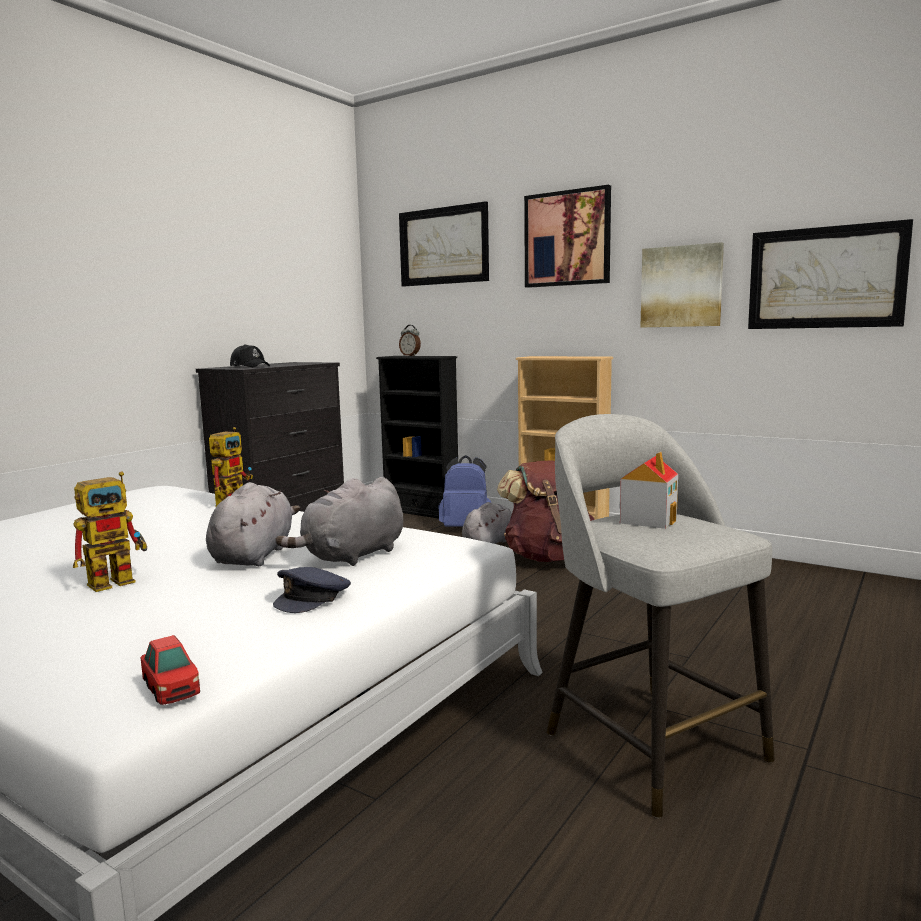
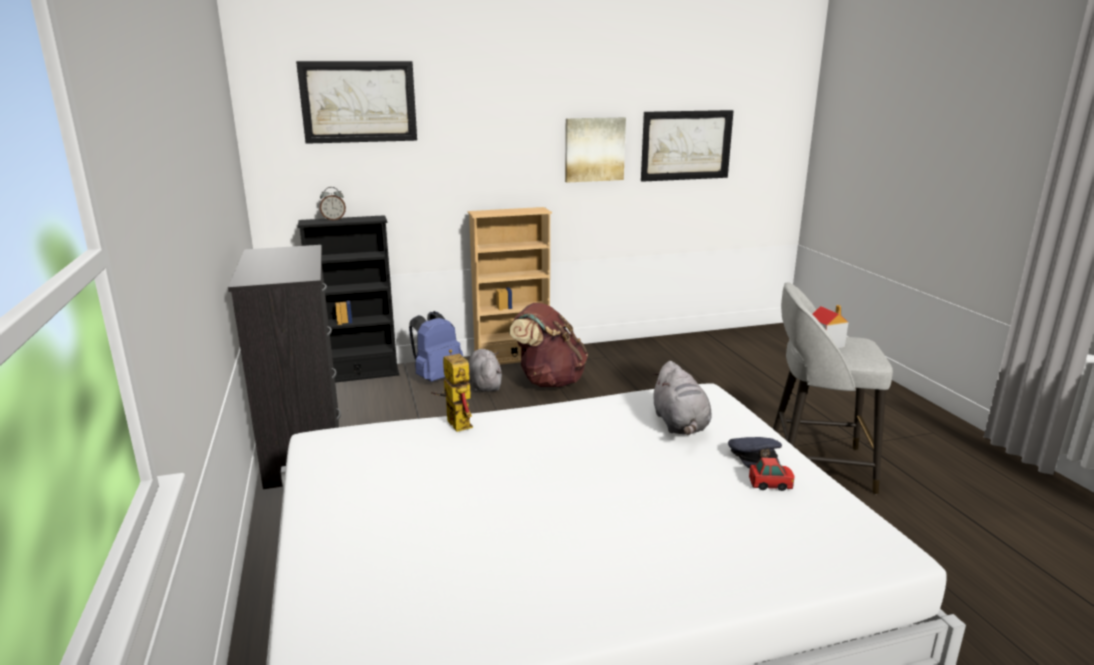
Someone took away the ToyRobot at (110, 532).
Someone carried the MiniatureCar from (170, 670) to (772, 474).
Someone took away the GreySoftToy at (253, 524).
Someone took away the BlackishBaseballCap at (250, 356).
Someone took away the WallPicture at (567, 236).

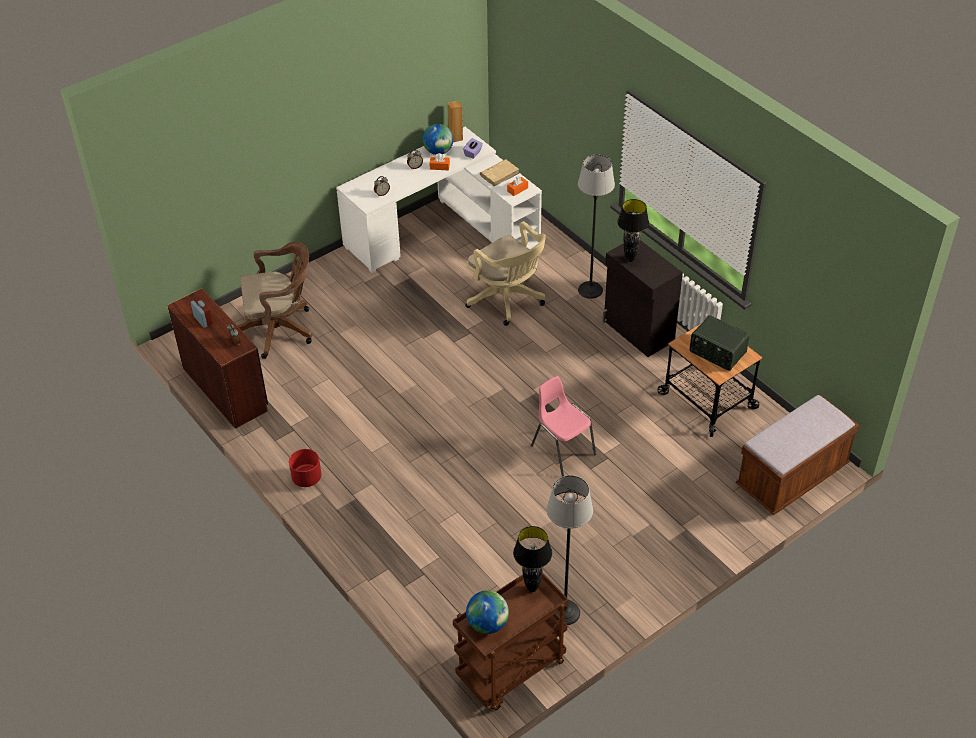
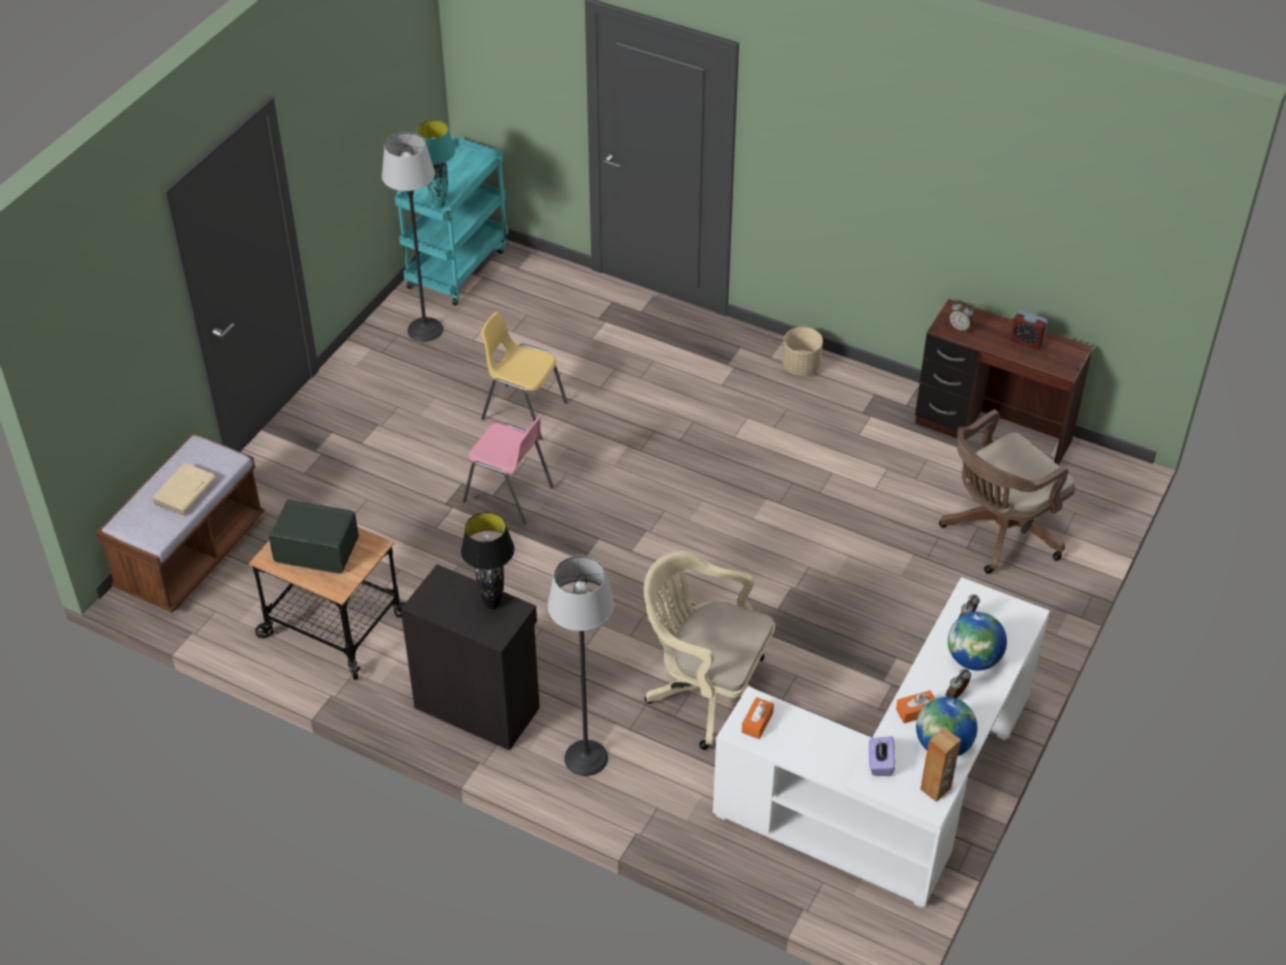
Someone repainted the RedColouredFlowerPot at (305, 468), which became the BeigeFlowerPot at (802, 351).
Someone repainted the BrownishTrolley at (511, 641), which became the TurquoiseColouredTrolley at (451, 221).
Someone carried the WorldGlobe from (487, 612) to (977, 641).
Someone carried the BeigeVolume from (499, 172) to (184, 489).
Someone repainted the BlackishTableLamp at (532, 559), which became the TurquoiseColouredTableLamp at (436, 164).
Someone put down the YellowColouredUprightChair at (524, 376).

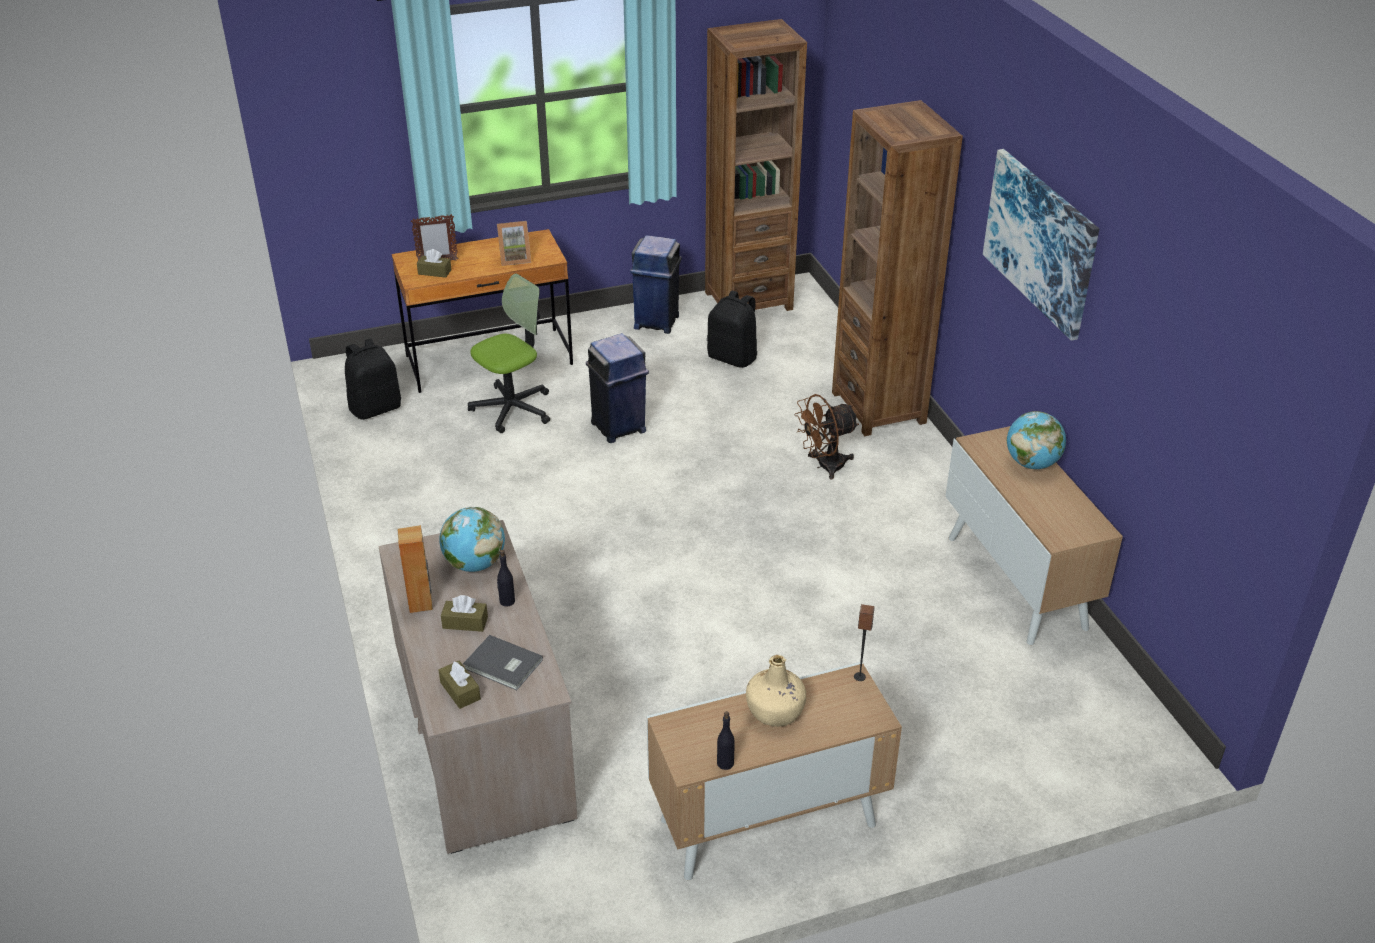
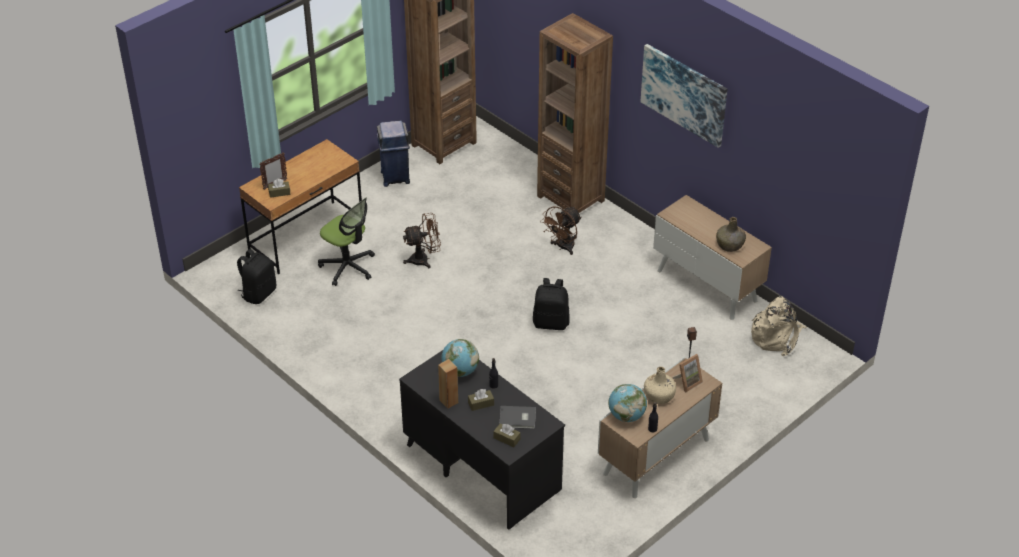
Someone repainted the BeigeDesk at (478, 687), which became the BlackishDesk at (482, 439).
Someone rotated the DeskChair at (509, 353) by 105 degrees clockwise.
Someone carried the PictureFrame from (514, 243) to (688, 373).
Someone swapped the BluishRubbishBin at (617, 388) for the BrownishCoolingFan at (422, 241).
Someone carried the BlackishKnapsack from (732, 329) to (551, 304).
Someone carried the WorldGlobe from (1036, 440) to (627, 403).
Someone put down the GreenBeverageBottle at (731, 234).
Someone put down the BeigeKnapsack at (779, 326).

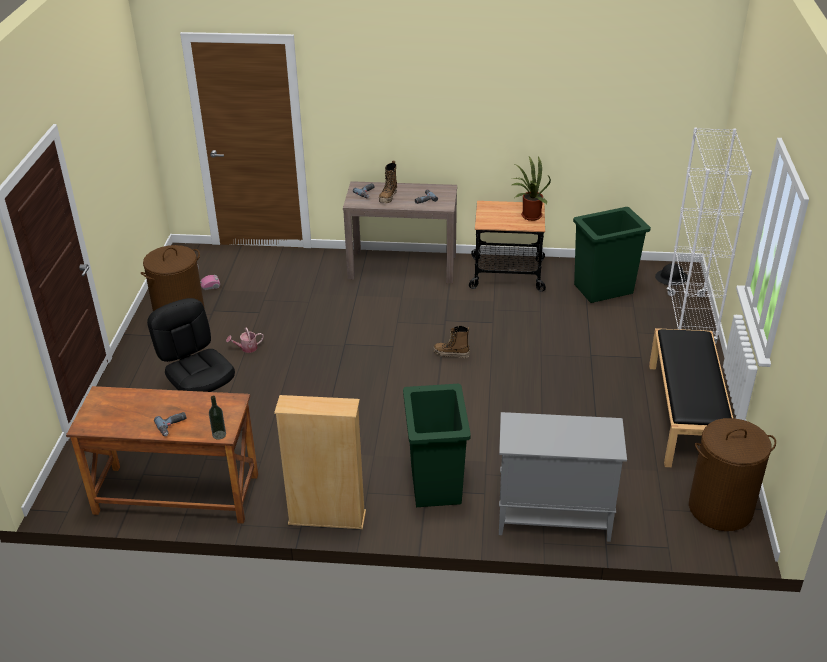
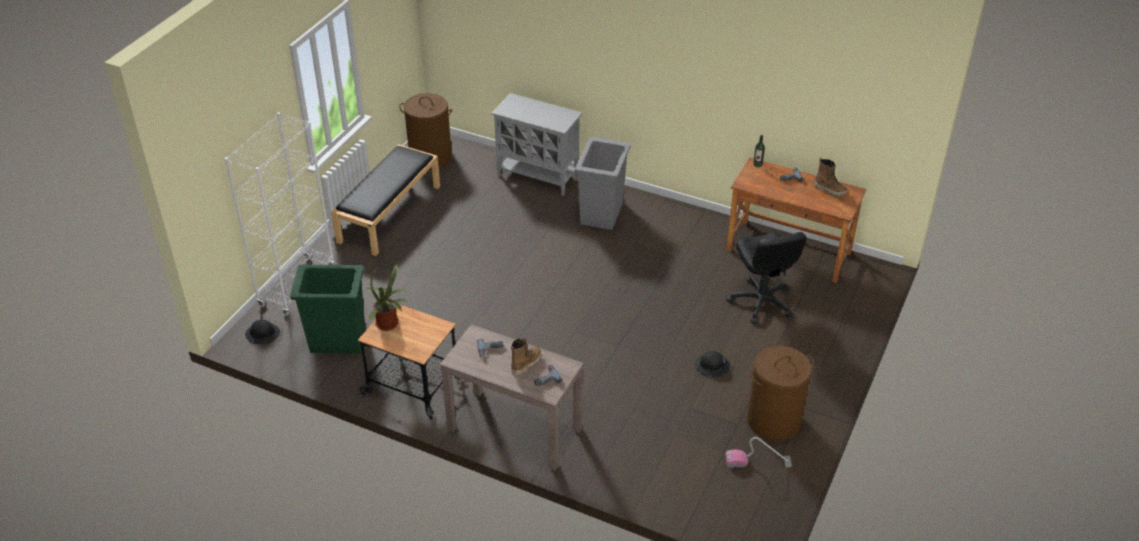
Someone swapped the WateringPot at (245, 340) for the BlackishHardHat at (712, 364).
Someone took away the BeigeBookshelf at (320, 462).
Someone repainted the GreenRubbishBin at (437, 445), which became the GreyRubbishBin at (603, 183).
Someone carried the Boot from (451, 342) to (830, 177).

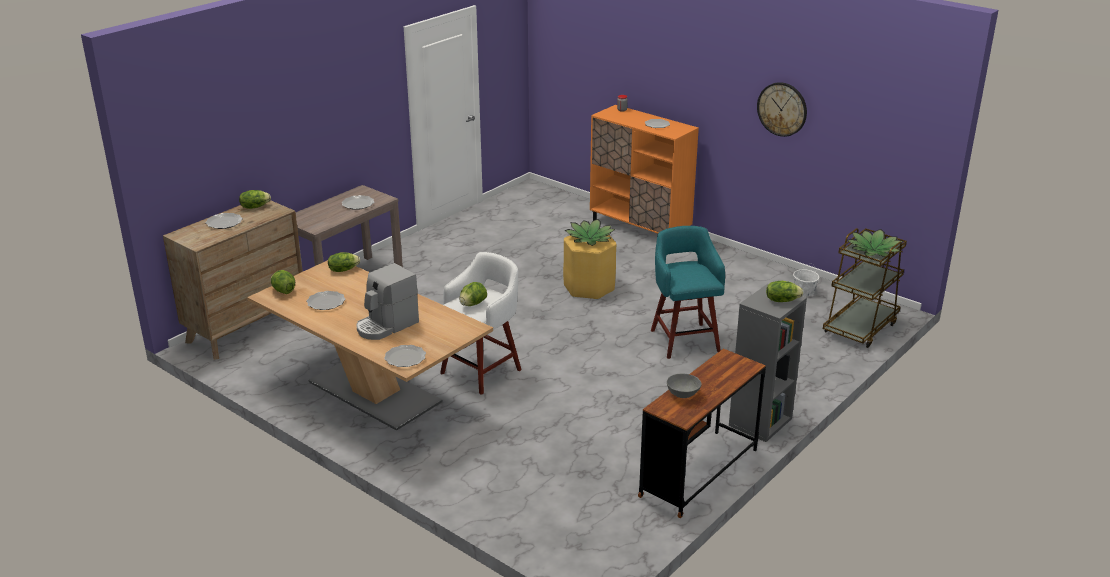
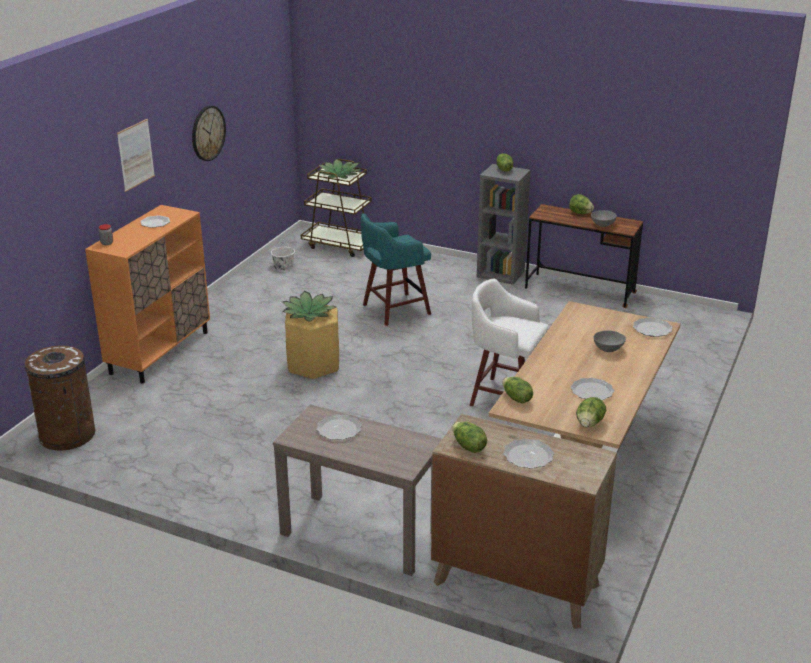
Someone swapped the CoffeeBrewer at (387, 301) for the GreyServingBowl at (609, 341).
Someone carried the HeadOfLettuce from (473, 294) to (581, 204).
Someone put down the BrownishRubbishBin at (60, 398).
Someone put up the WallPicture at (136, 155).

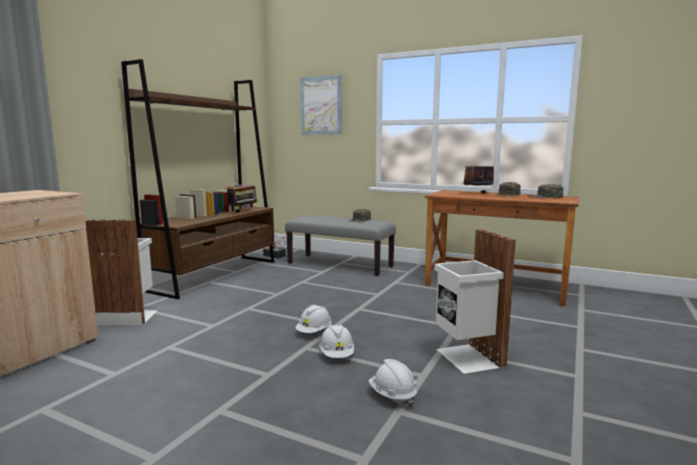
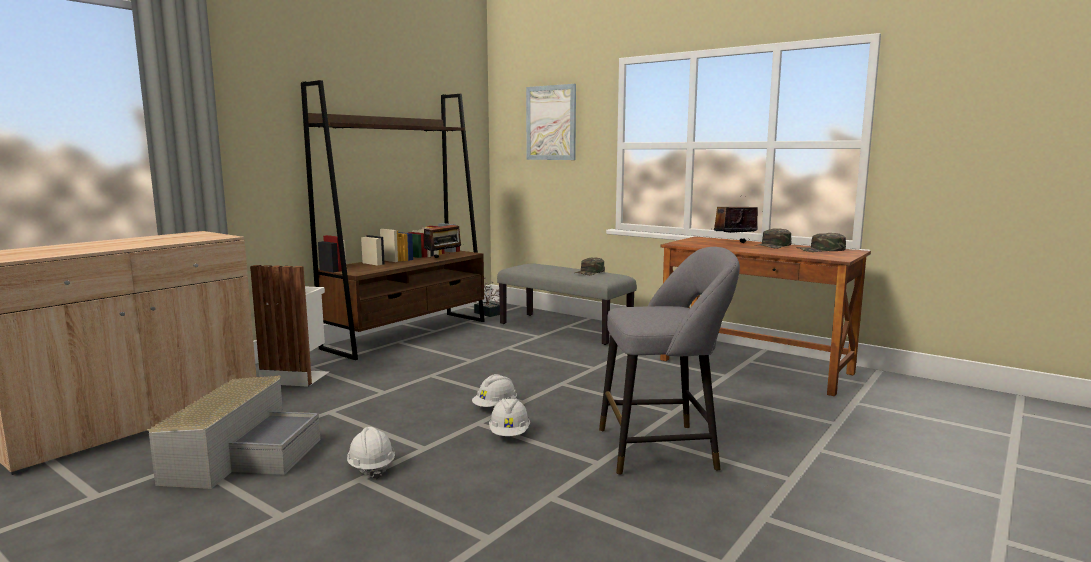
Someone carried the WhitishHardHat from (392, 383) to (371, 453).
Someone swapped the WhitishRubbishBin at (475, 301) for the GreySittingStool at (669, 361).
Someone put down the GreyStorageContainer at (233, 432).

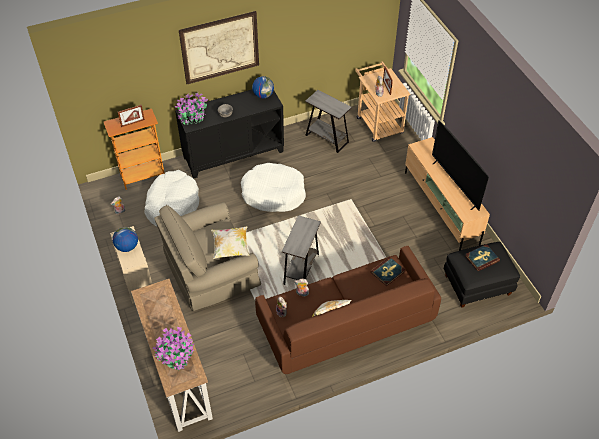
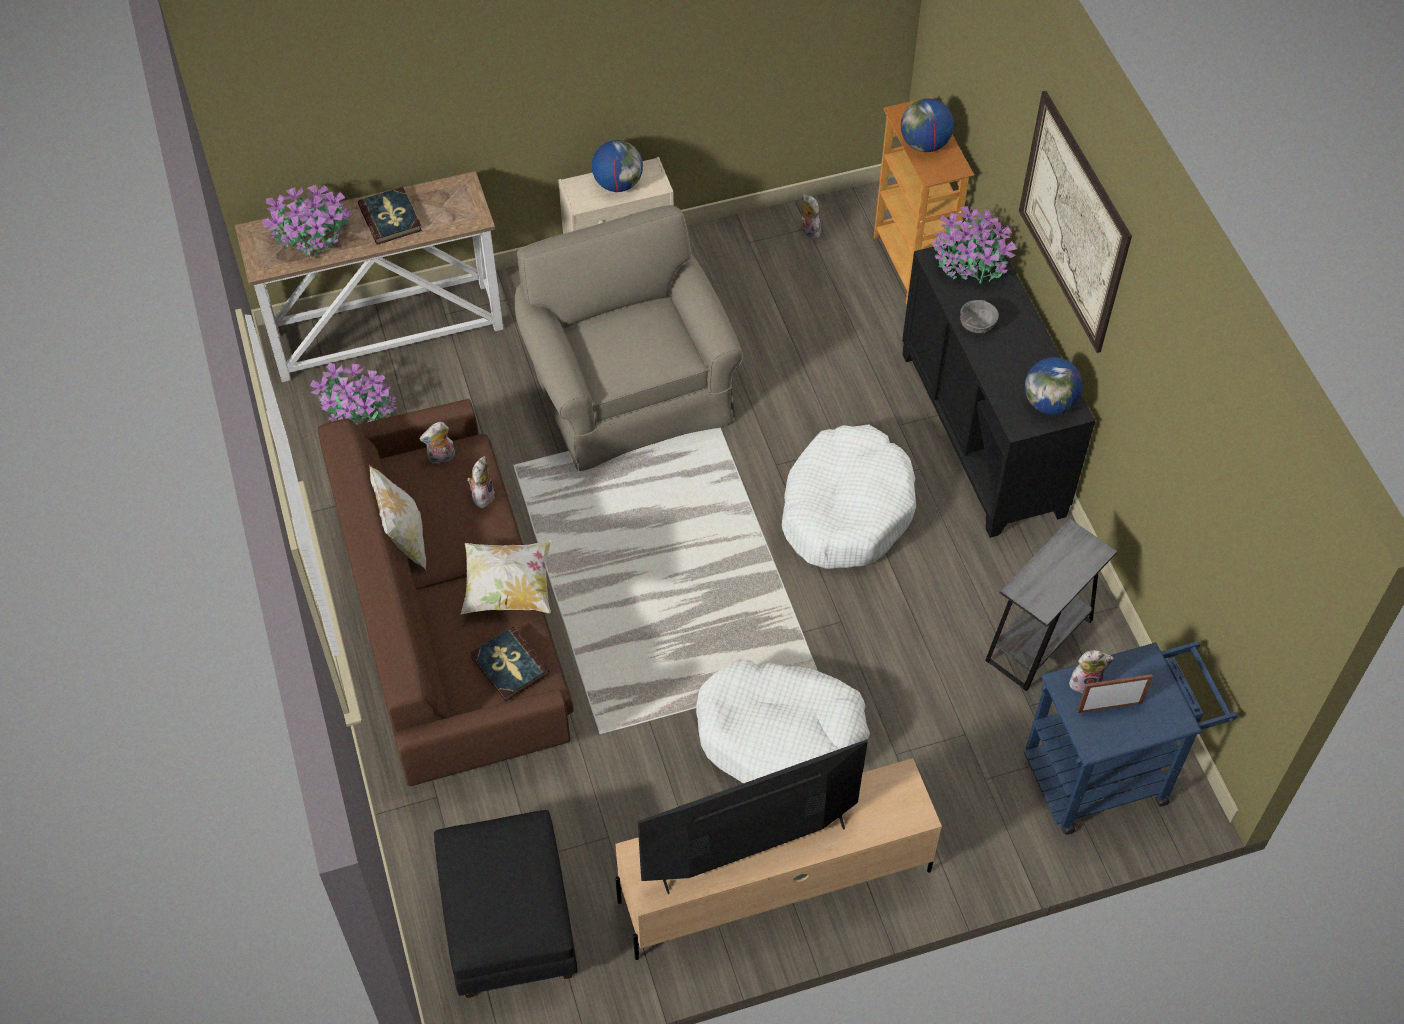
Someone swapped the PictureFrame at (131, 116) for the WorldGlobe at (927, 125).
Someone carried the WhitishDogCushion from (171, 198) to (783, 720).
Someone carried the Pillow from (230, 242) to (506, 577).
Someone took away the GreySideTable at (301, 250).
Someone repainted the BeigeTrolley at (382, 101), which became the BluishTrolley at (1131, 738).
Someone carried the Volume from (482, 257) to (390, 216).
Someone put down the PlantInAPot at (353, 394).

